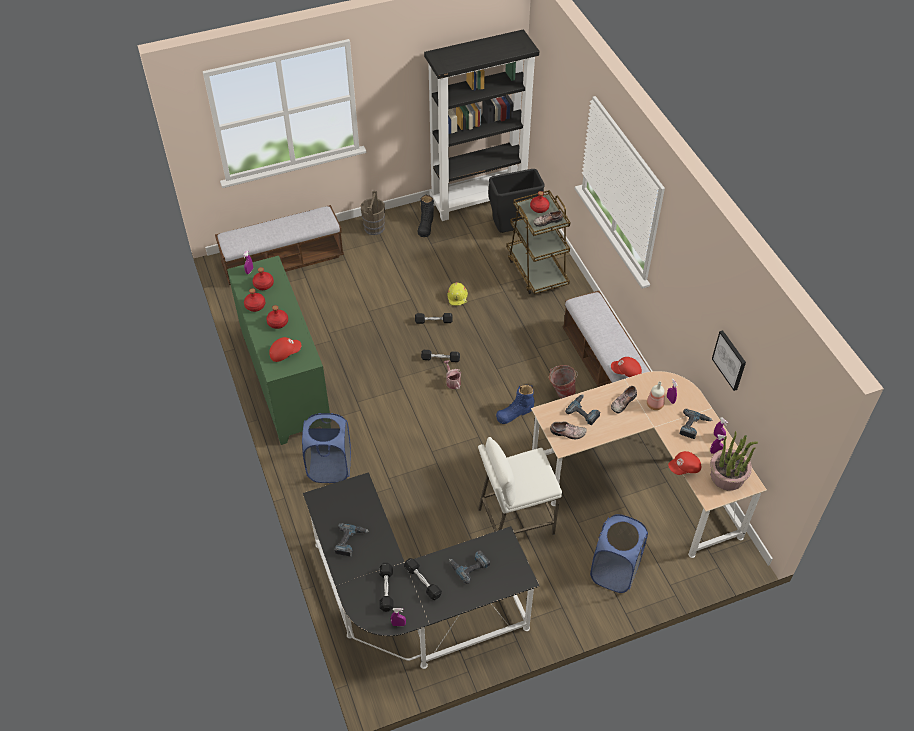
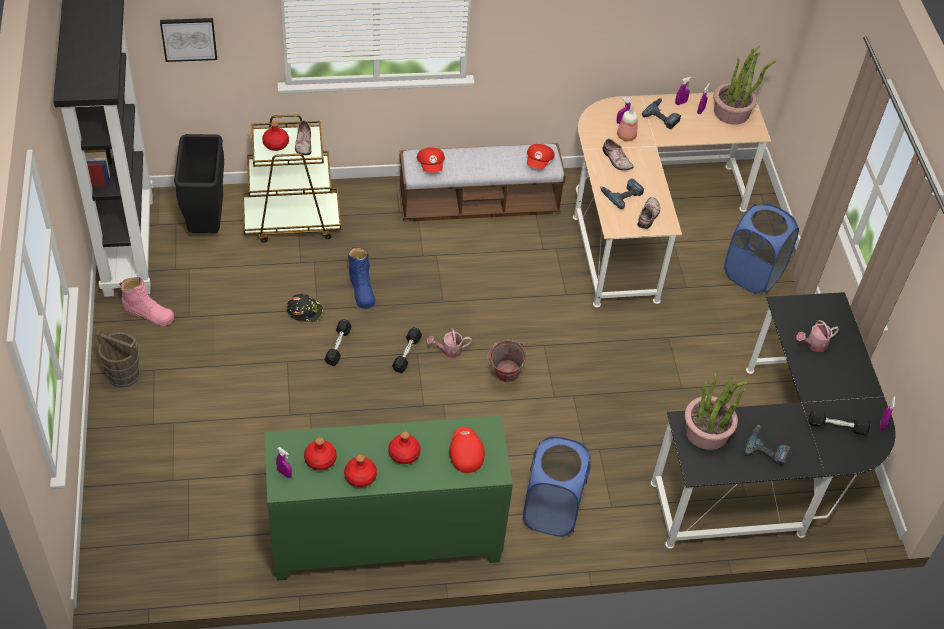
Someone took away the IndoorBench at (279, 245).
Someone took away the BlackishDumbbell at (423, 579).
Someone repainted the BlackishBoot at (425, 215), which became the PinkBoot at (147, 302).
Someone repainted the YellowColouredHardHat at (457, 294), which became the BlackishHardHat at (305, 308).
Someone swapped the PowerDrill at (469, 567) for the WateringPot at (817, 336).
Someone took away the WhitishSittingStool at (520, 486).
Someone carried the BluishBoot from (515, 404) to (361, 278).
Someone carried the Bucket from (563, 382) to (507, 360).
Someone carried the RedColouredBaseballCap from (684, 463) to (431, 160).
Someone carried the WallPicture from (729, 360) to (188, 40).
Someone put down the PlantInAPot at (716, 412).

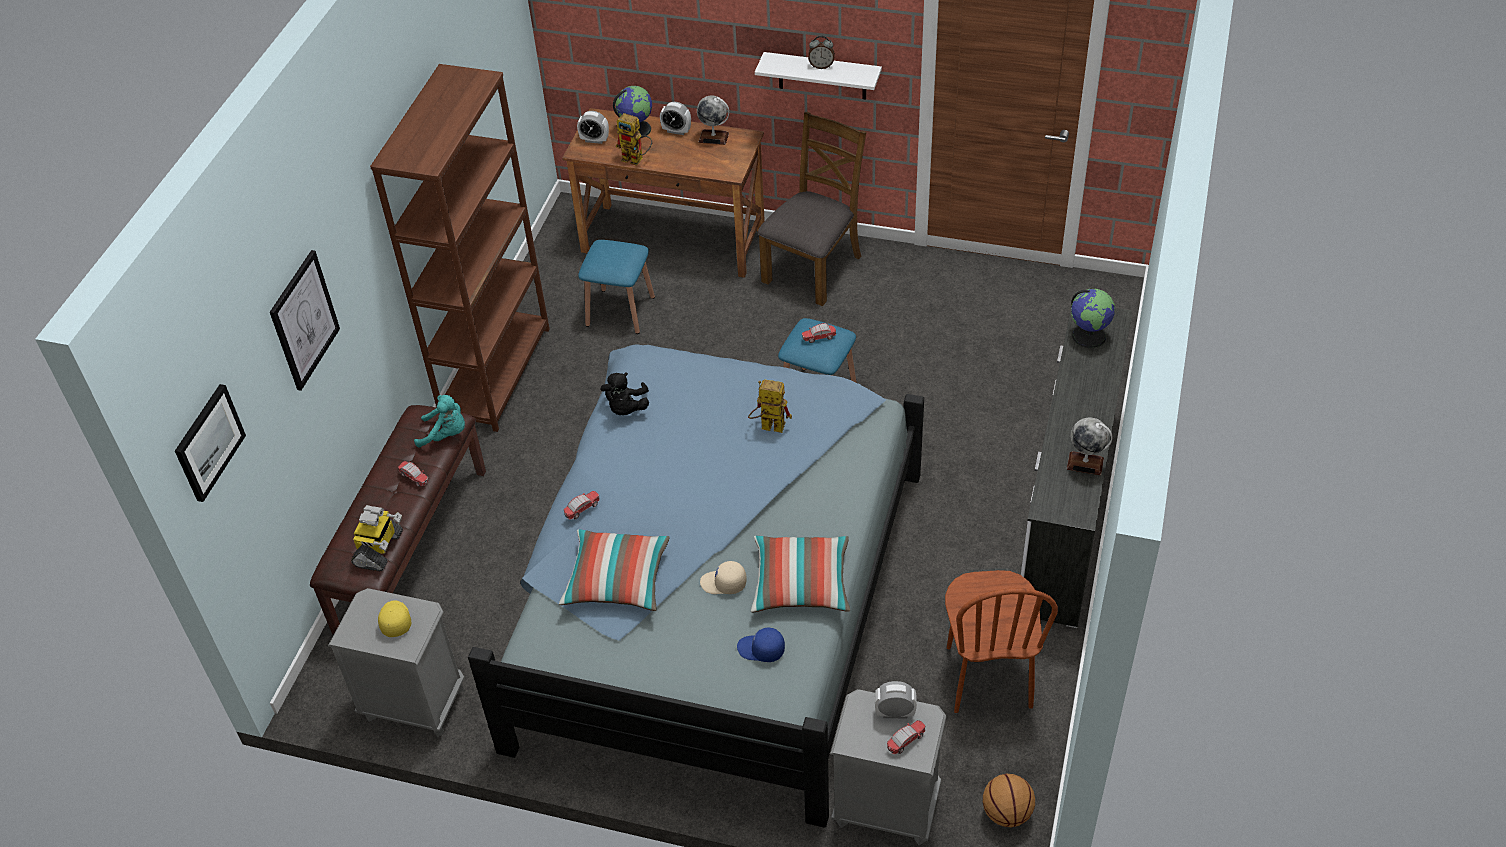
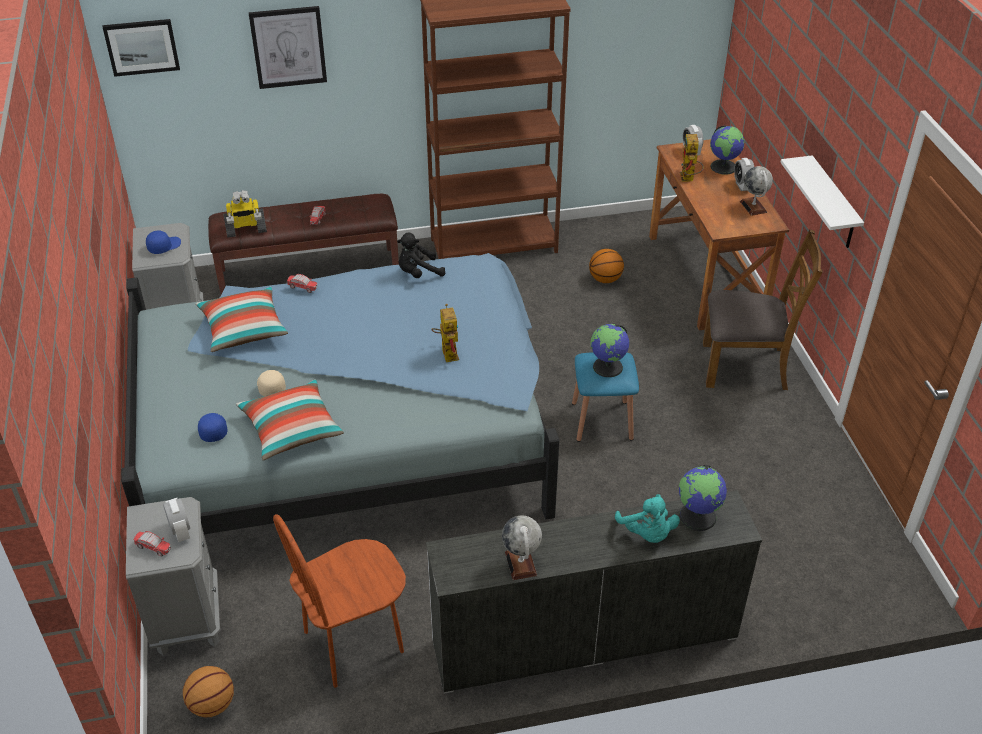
Someone repainted the YellowColouredBaseballCap at (394, 618), which became the BluishBaseballCap at (163, 242).
Someone carried the TurquoiseColouredSoftToy from (439, 421) to (647, 518).
Someone swapped the BluishSittingStool at (616, 287) for the BallForBasketball at (606, 266).
Someone swapped the MiniatureCar at (819, 333) for the WorldGlobe at (610, 350).
Someone took away the BedsideClock at (821, 52).

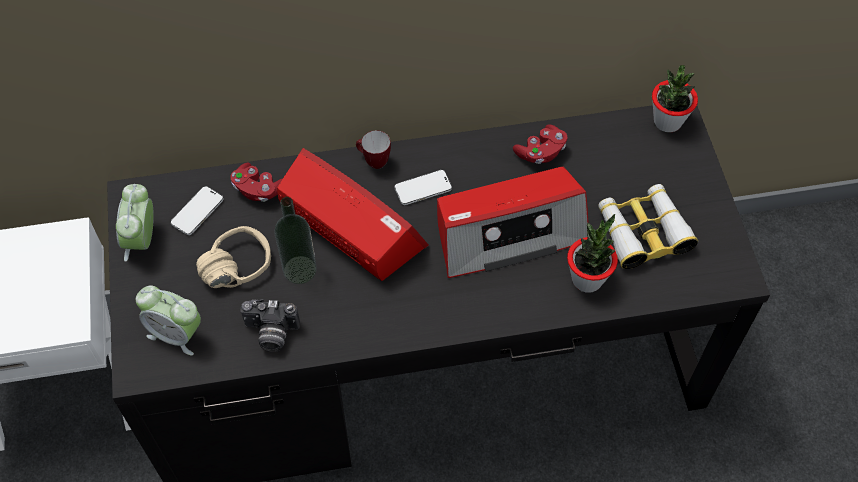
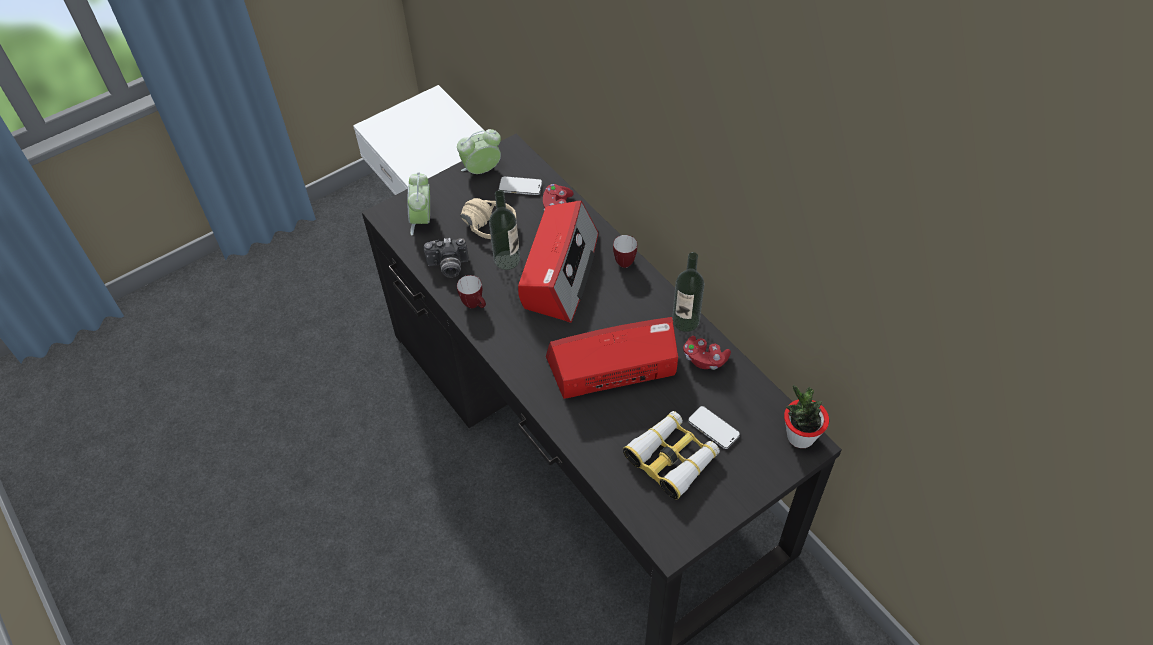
Someone rotated the StillCamera at (270, 325) by 75 degrees counterclockwise.
Someone carried the Handset from (423, 187) to (714, 427).
Someone rotated the RadioSet at (513, 222) by 120 degrees clockwise.
Someone took away the PlantInAPot at (592, 253).
Someone put down the CoffeeMug at (471, 291).
Someone put down the BeverageBottle at (688, 292).

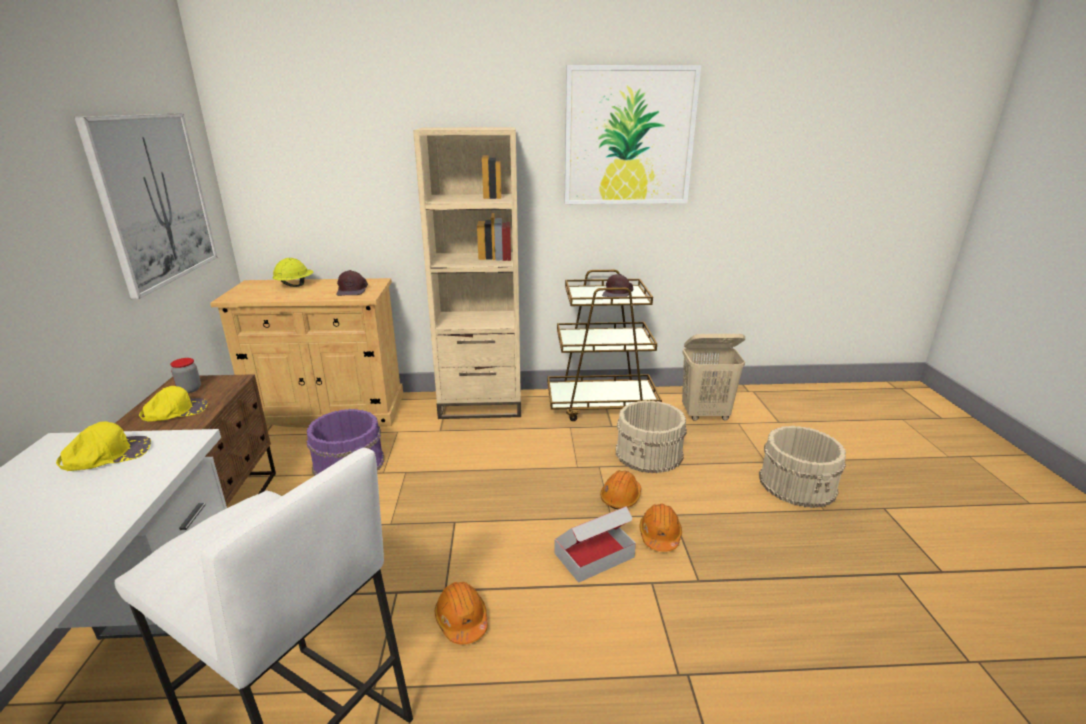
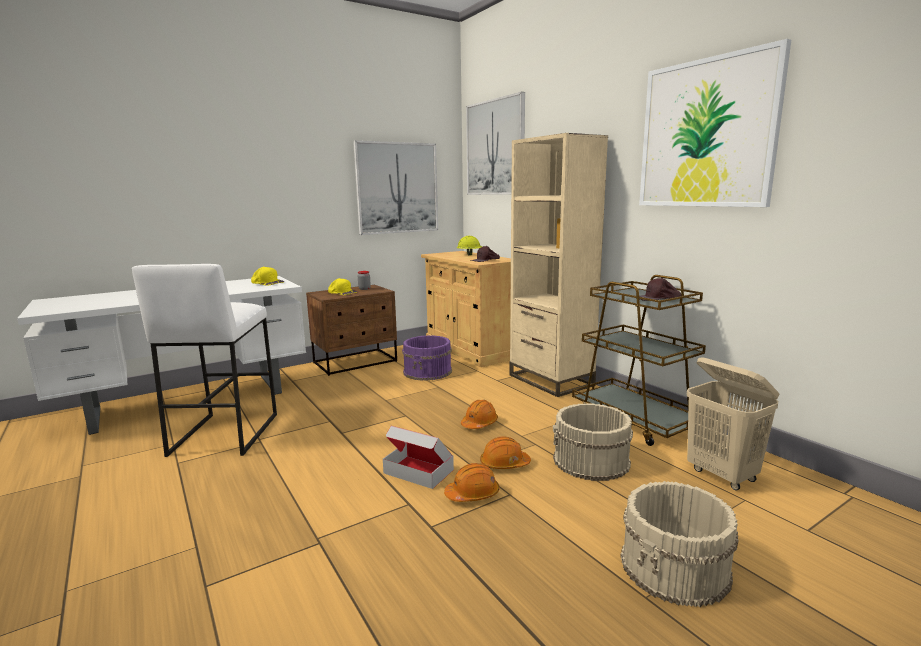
Someone carried the OrangeyHardHat from (461, 613) to (479, 414).
Someone put up the WallPicture at (495, 143).

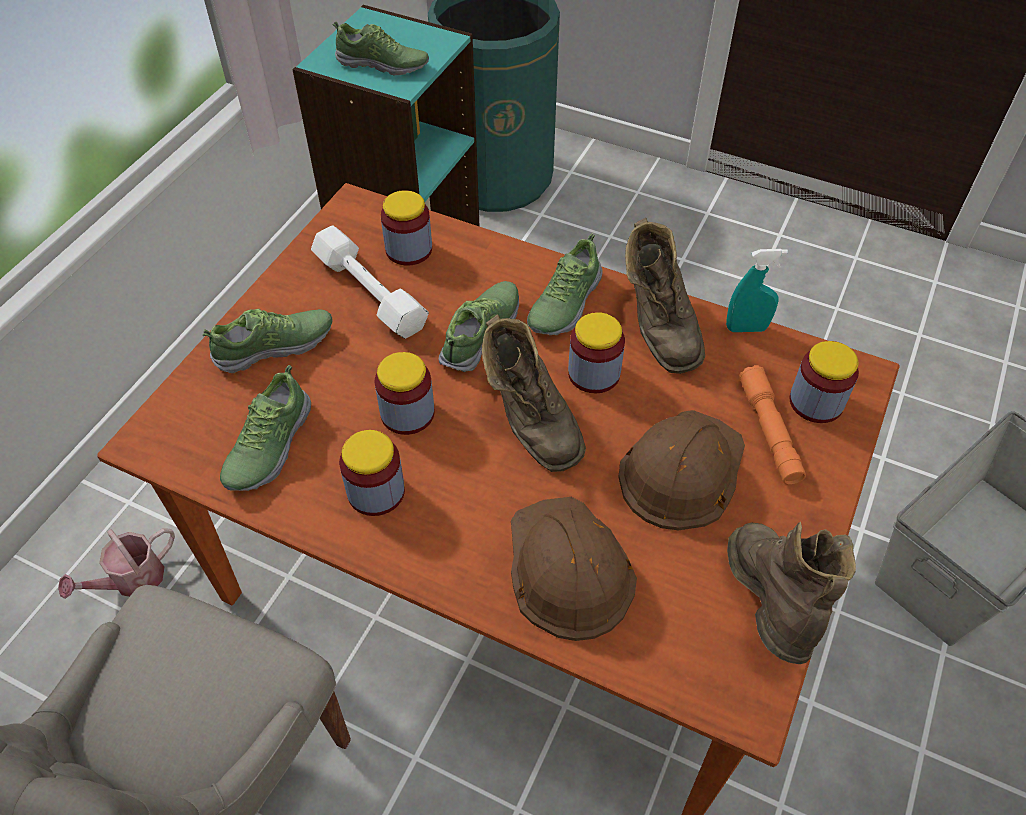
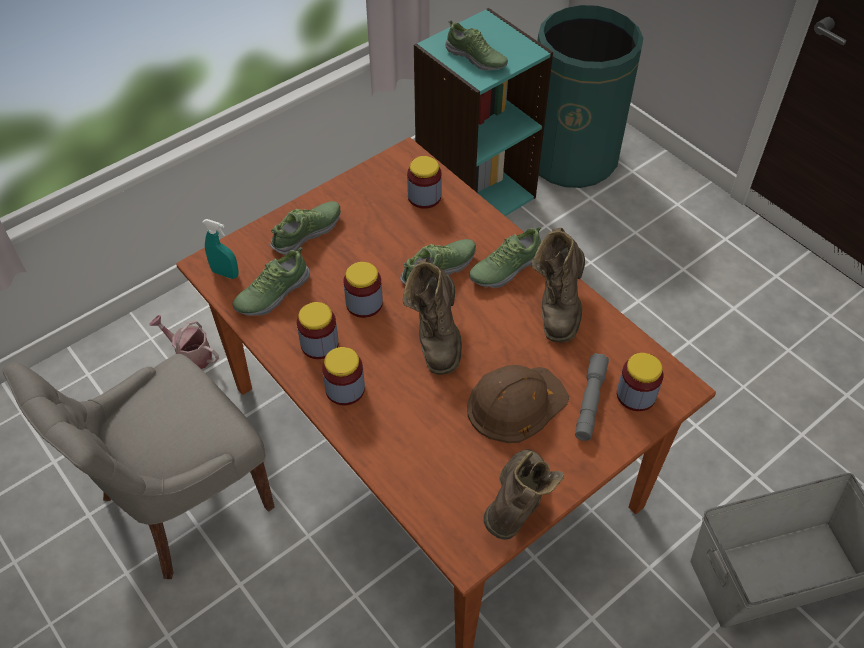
Someone rotated the WateringPot at (116, 563) by 45 degrees clockwise.
Someone rotated the Shoe at (268, 341) by 45 degrees counterclockwise.
Someone took away the WhitishDumbbell at (370, 282).
Someone took away the BrownishHardHat at (574, 569).
Someone carried the PreserveJar from (596, 352) to (343, 376).
Someone carried the TurquoiseColouredSprayer from (757, 290) to (221, 249).
Someone repainted the OrangeyFlashlight at (772, 425), which became the GreyFlashlight at (592, 397).

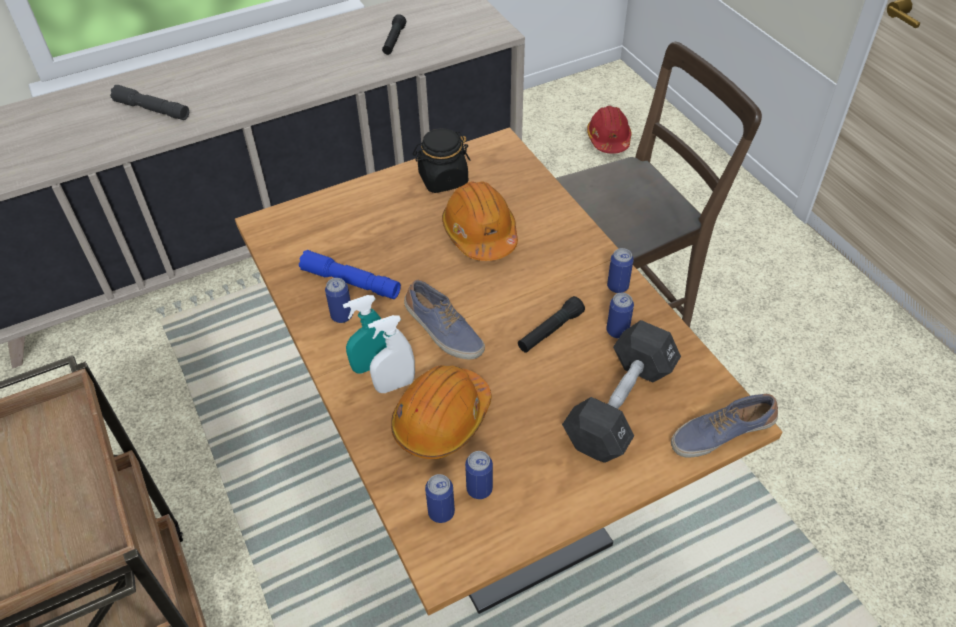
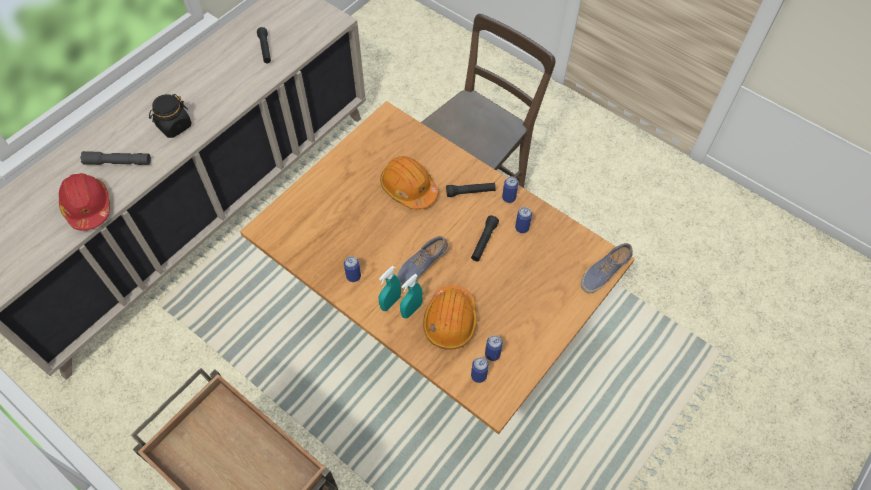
Someone took away the BluishFlashlight at (350, 274).
Someone repainted the WhitishSprayer at (391, 354), which became the TurquoiseColouredSprayer at (411, 296).
Someone rotated the Shoe at (444, 320) by 120 degrees clockwise.
Someone carried the BlackishPreserveJar from (441, 160) to (170, 116).
Someone took away the BlackishDumbbell at (621, 391).
Someone carried the RedColouredHardHat from (609, 130) to (84, 201).
Someone put down the BlackishFlashlight at (471, 190).

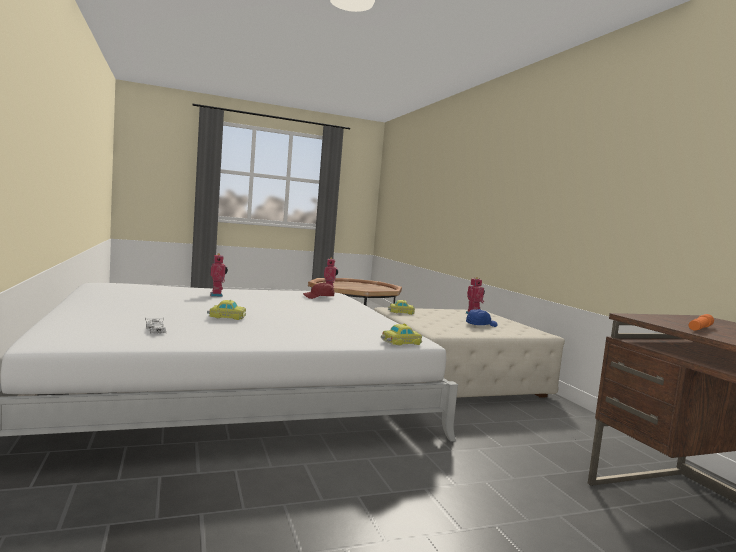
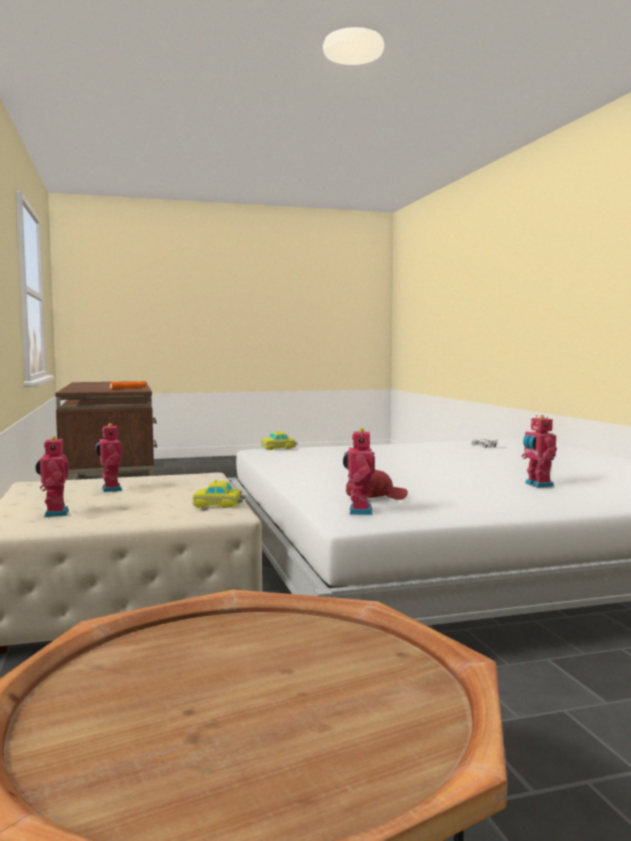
Someone took away the MiniatureCar at (226, 310).
Someone swapped the BluishBaseballCap at (482, 318) for the ToyRobot at (108, 457).

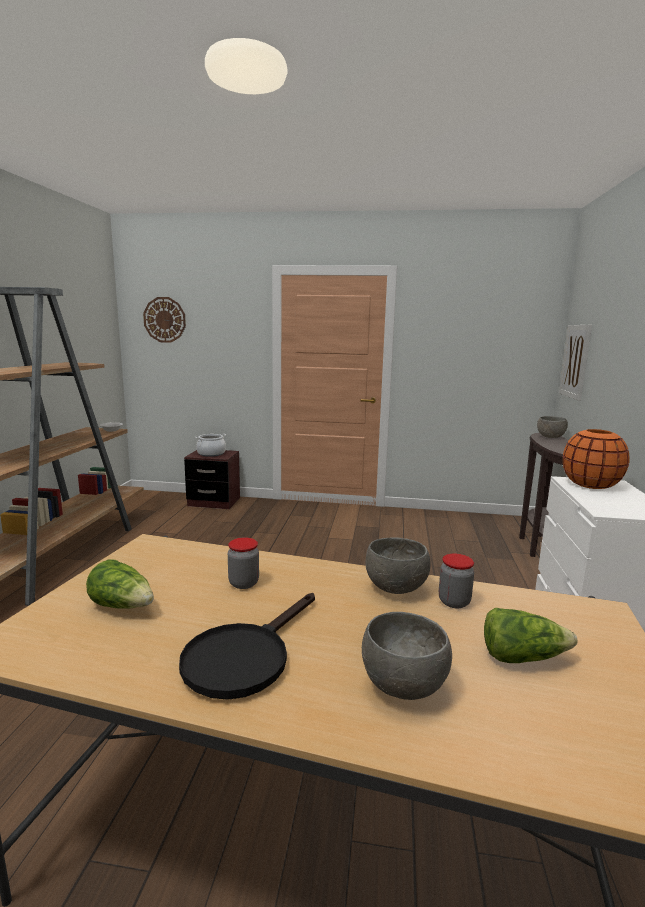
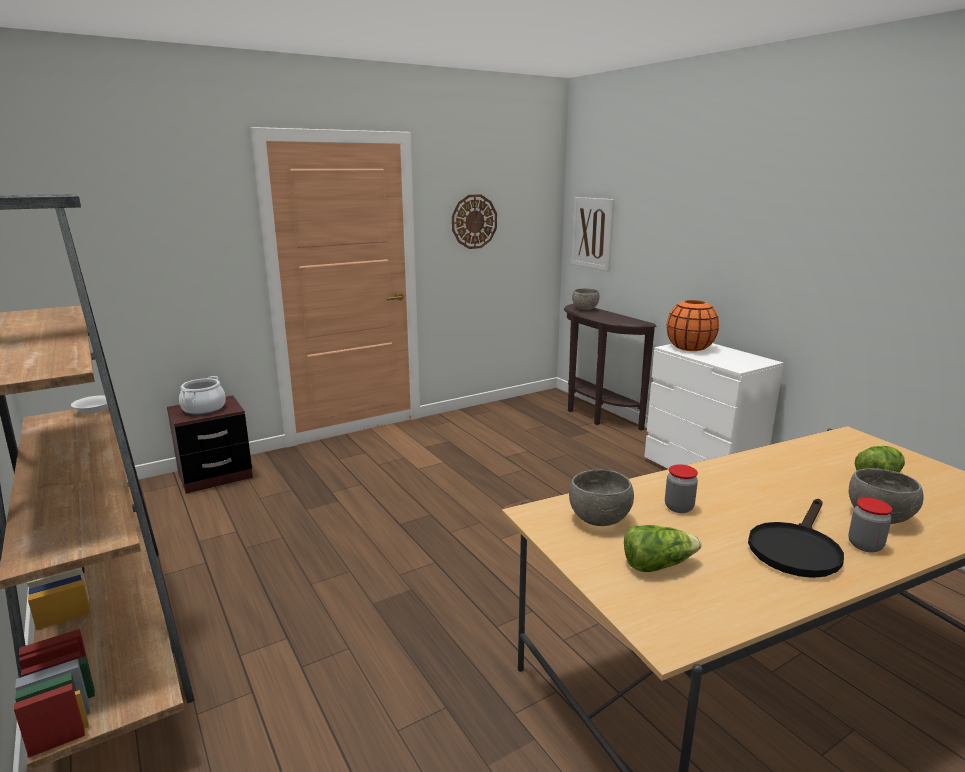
Someone carried the ClockOnTheWall from (164, 320) to (474, 221).
Someone rotated the BlackishFryingPan at (247, 646) by 45 degrees clockwise.
Someone carried the GreyServingBowl from (398, 565) to (601, 497).
Someone carried the PreserveJar from (456, 580) to (870, 525).

